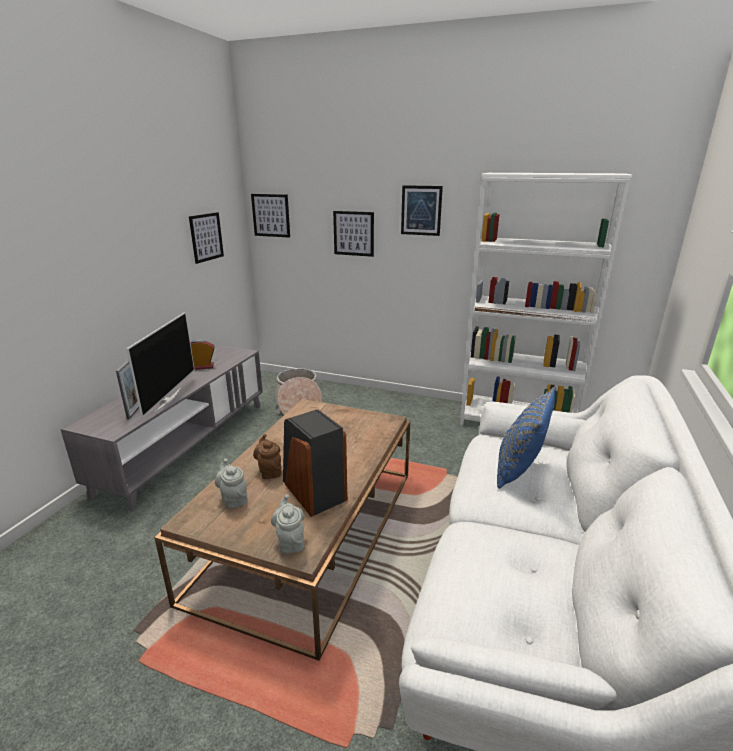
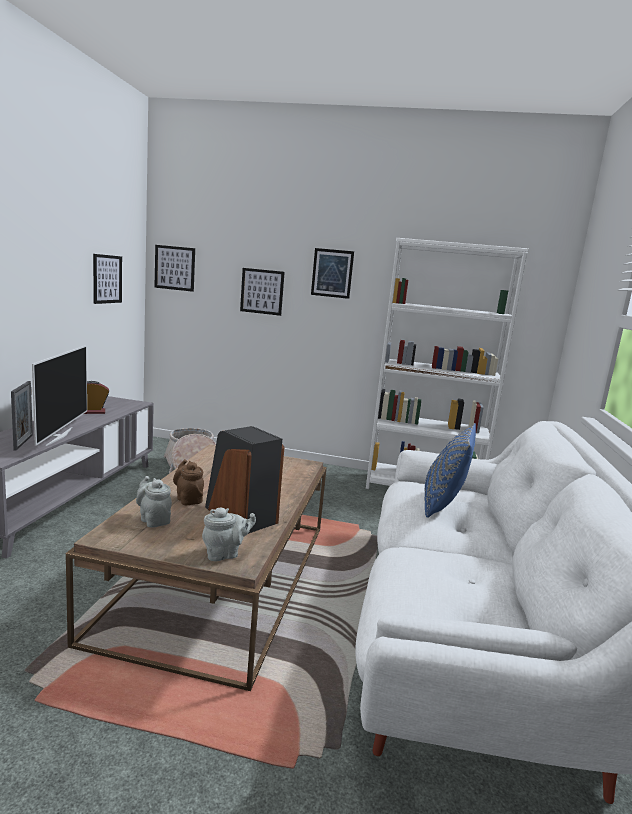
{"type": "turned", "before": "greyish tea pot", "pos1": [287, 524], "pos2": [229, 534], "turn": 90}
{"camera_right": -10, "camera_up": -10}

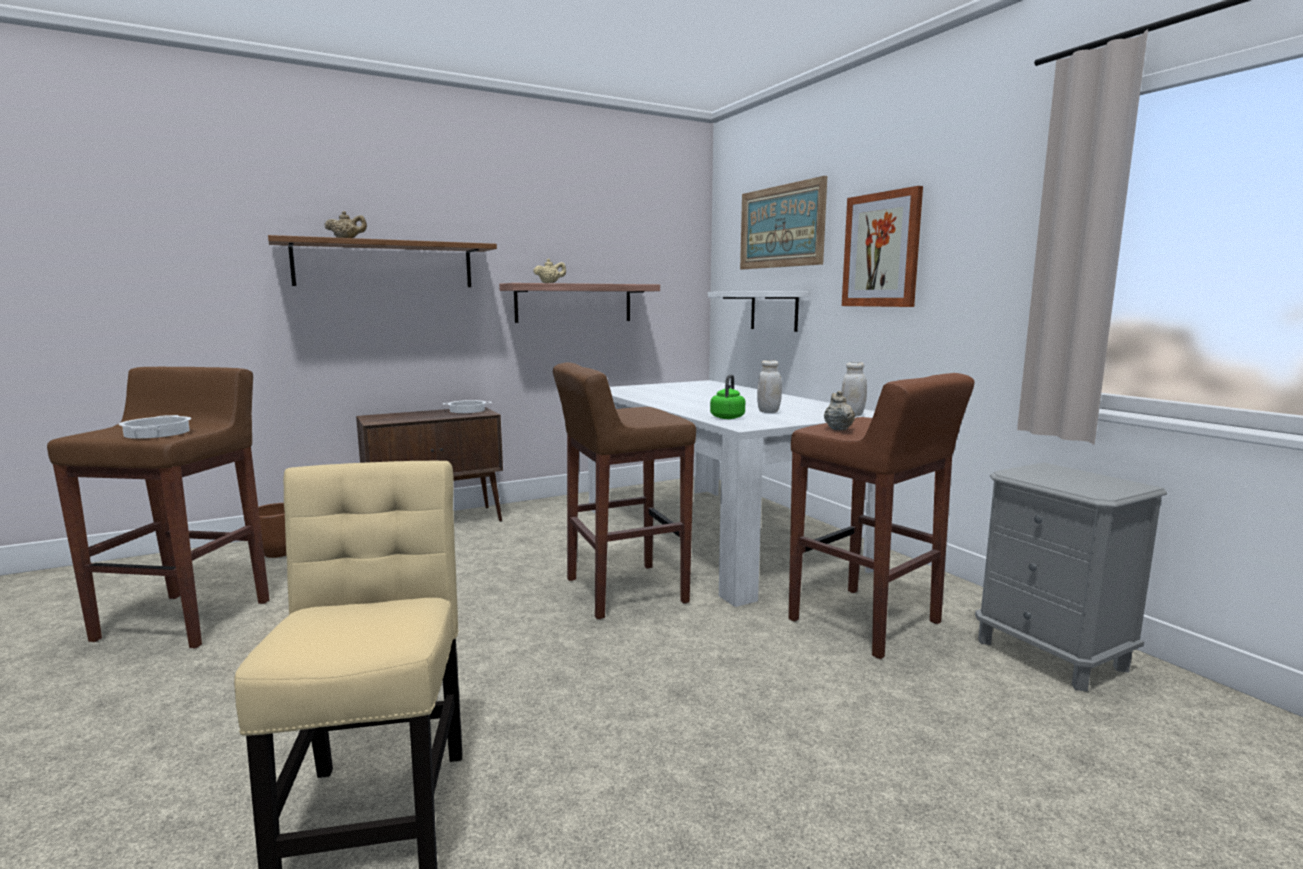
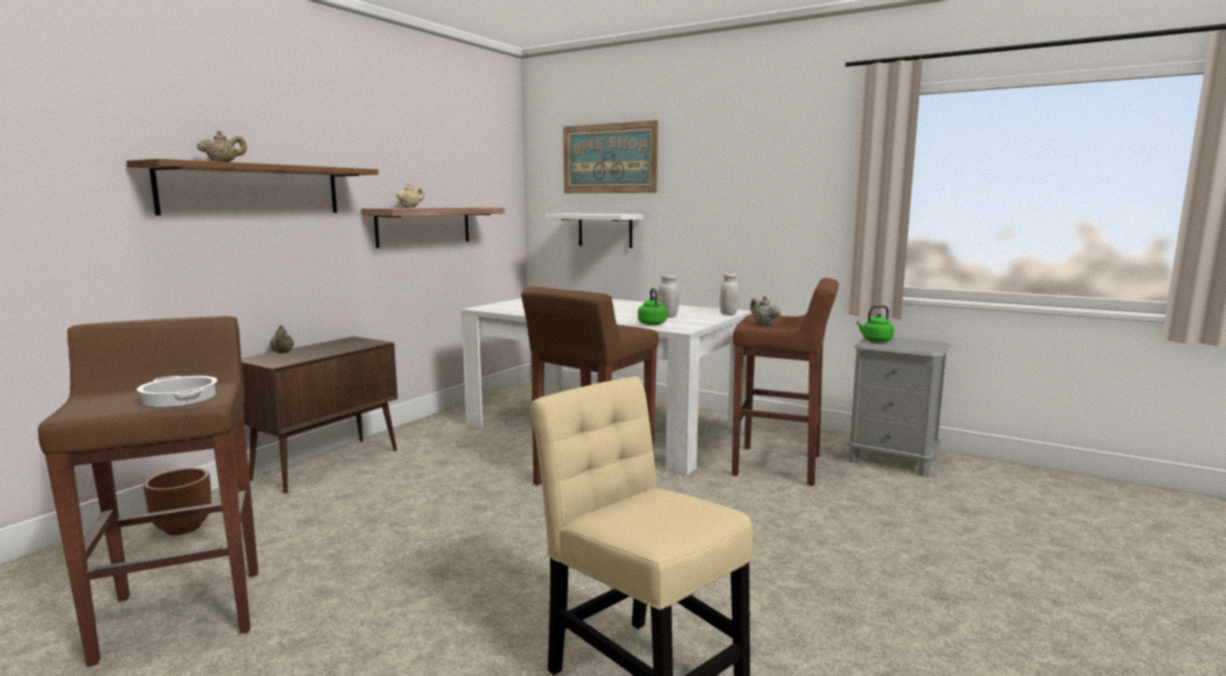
{"type": "removed", "before": "saucepot", "pos1": [467, 406]}
{"type": "removed", "before": "wall picture", "pos1": [882, 246]}
{"type": "added", "after": "sand-coloured tea pot", "pos2": [282, 339]}
{"type": "added", "after": "greenish kettle", "pos2": [875, 323]}
{"camera_right": -30, "camera_up": 0}

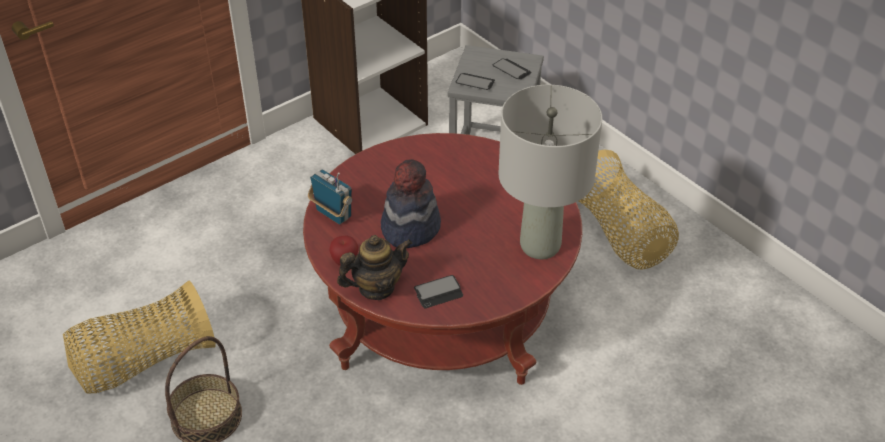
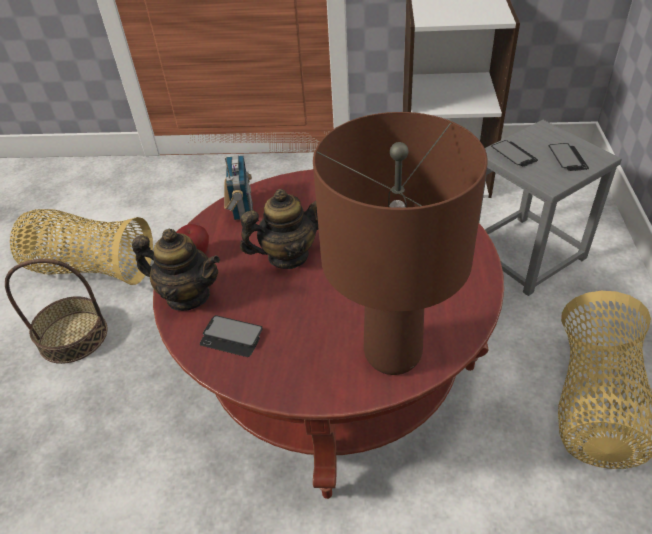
{"type": "replaced", "before": "wearable hat", "after": "tea pot", "pos1": [411, 203], "pos2": [279, 229]}
{"type": "recoloured", "before": "greyish table lamp", "after": "brown-coloured table lamp", "pos1": [550, 172], "pos2": [400, 243]}
{"camera_right": 45, "camera_up": 0}

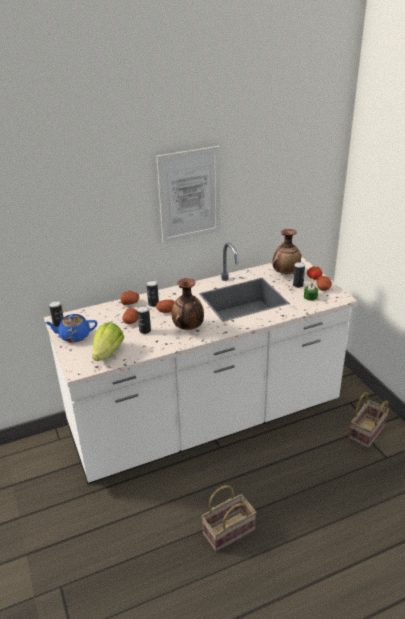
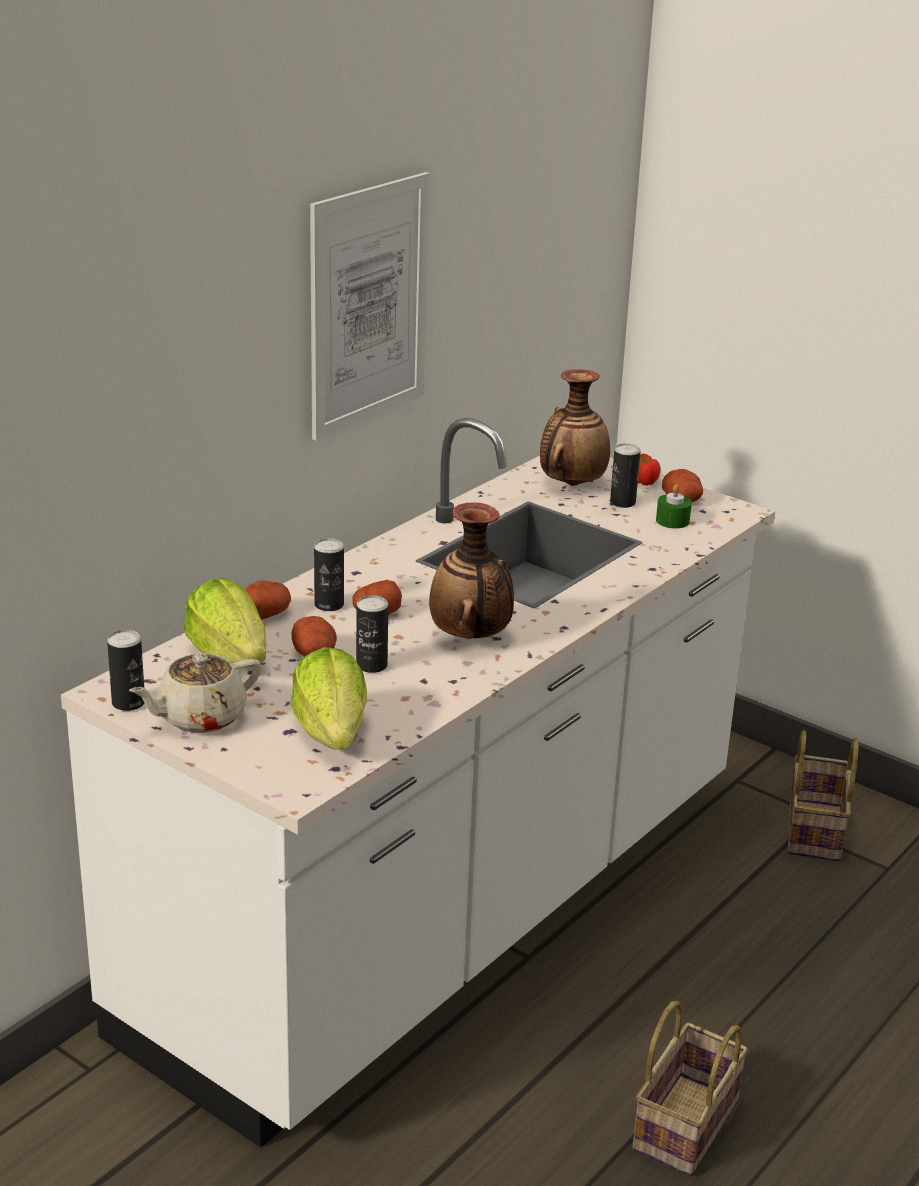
{"type": "added", "after": "lettuce head", "pos2": [225, 622]}
{"type": "recoloured", "before": "blue tea pot", "after": "sand-coloured tea pot", "pos1": [71, 328], "pos2": [195, 693]}
{"camera_right": -30, "camera_up": -5}

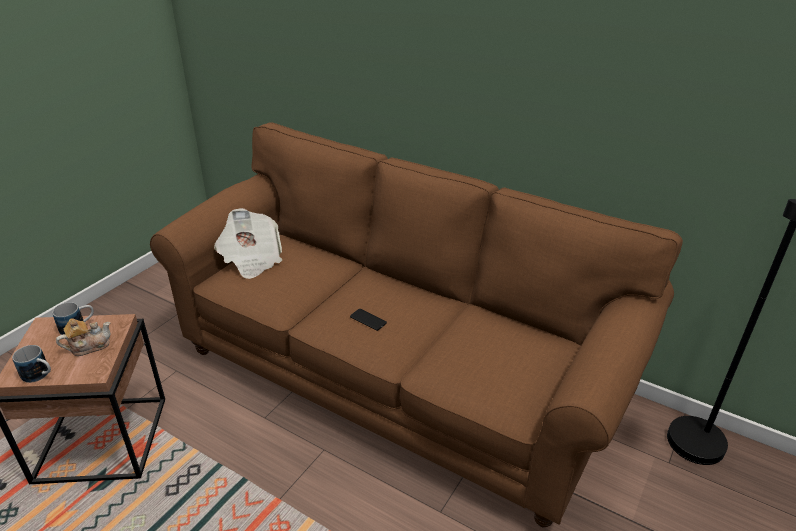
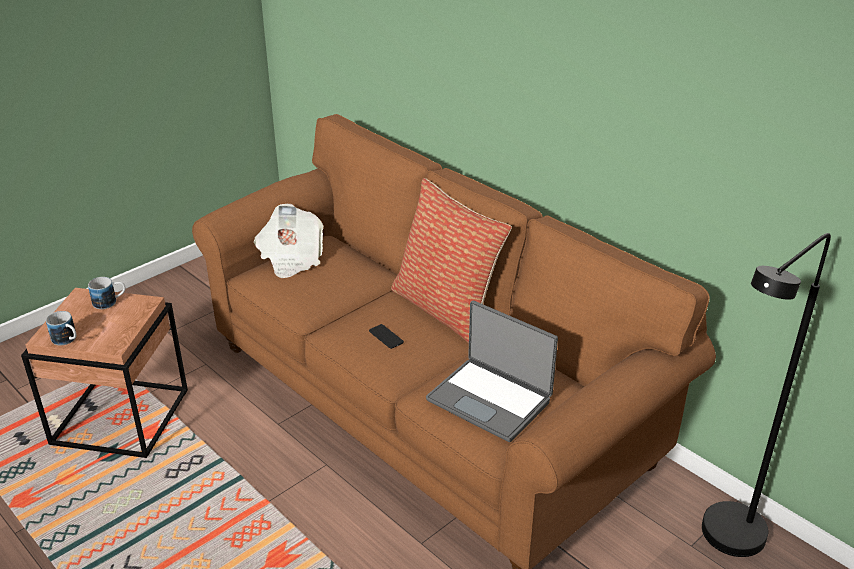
{"type": "removed", "before": "tea pot", "pos1": [83, 337]}
{"type": "added", "after": "cushion", "pos2": [451, 260]}
{"type": "added", "after": "notebook computer", "pos2": [492, 371]}
{"camera_right": 15, "camera_up": 0}

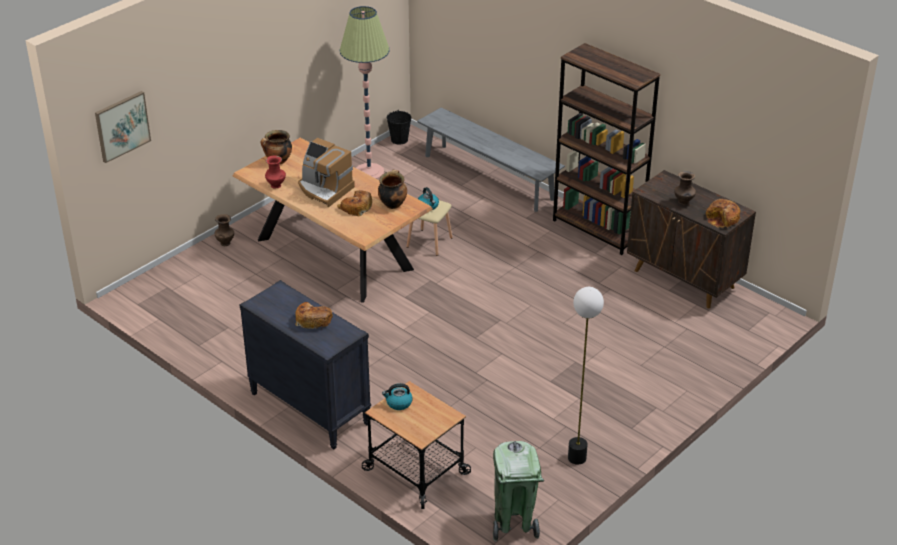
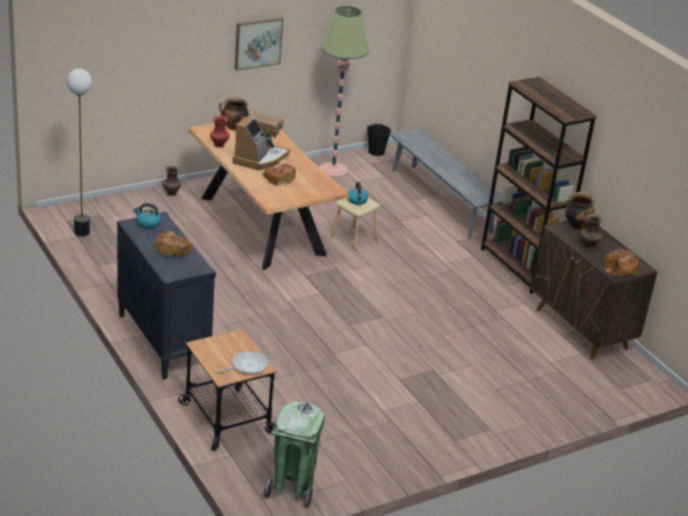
{"type": "added", "after": "pan", "pos2": [241, 362]}
{"type": "moved", "before": "wall picture", "pos1": [123, 127], "pos2": [259, 44]}
{"type": "moved", "before": "saucepot", "pos1": [392, 189], "pos2": [580, 210]}
{"type": "moved", "before": "kettle", "pos1": [397, 396], "pos2": [147, 216]}
{"type": "moved", "before": "standard lamp", "pos1": [586, 376], "pos2": [79, 153]}
{"type": "turned", "before": "coffee machine", "pos1": [326, 172], "pos2": [261, 141], "turn": -120}
{"camera_right": 15, "camera_up": -5}

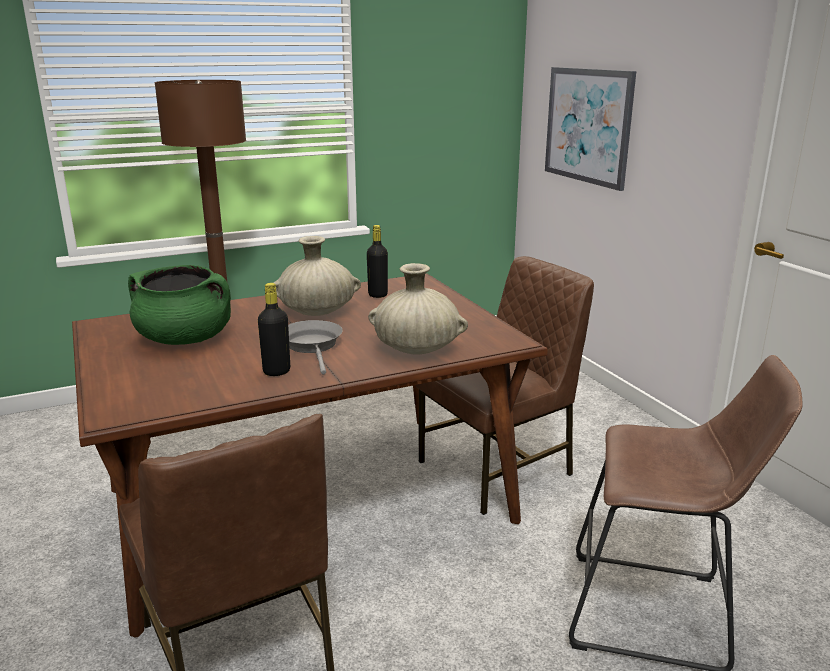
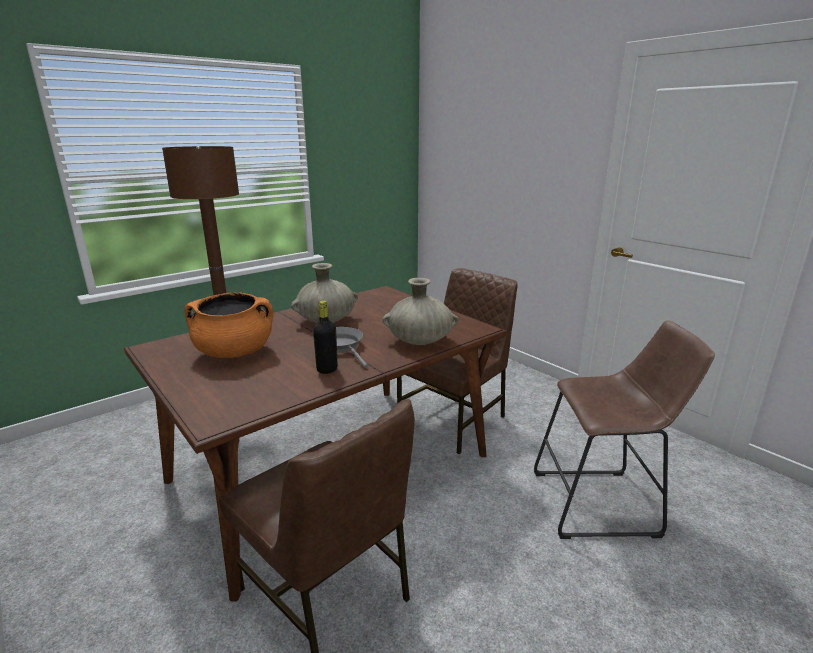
{"type": "removed", "before": "blackish bottle", "pos1": [377, 261]}
{"type": "removed", "before": "wall picture", "pos1": [590, 129]}
{"type": "recoloured", "before": "greenish saucepot", "after": "orange saucepot", "pos1": [179, 305], "pos2": [228, 325]}
{"camera_right": -15, "camera_up": 0}

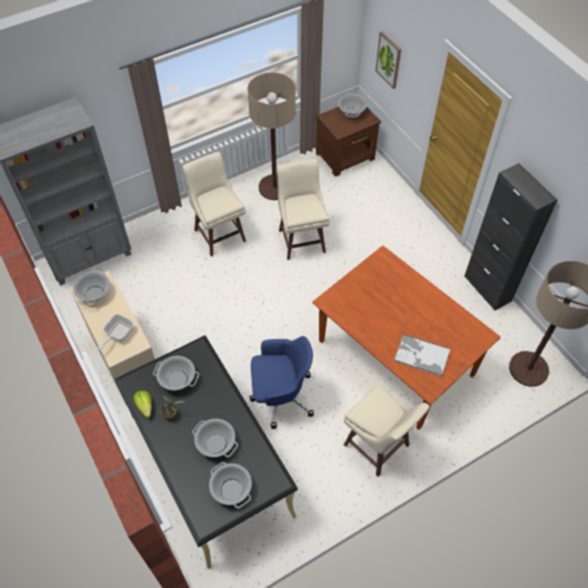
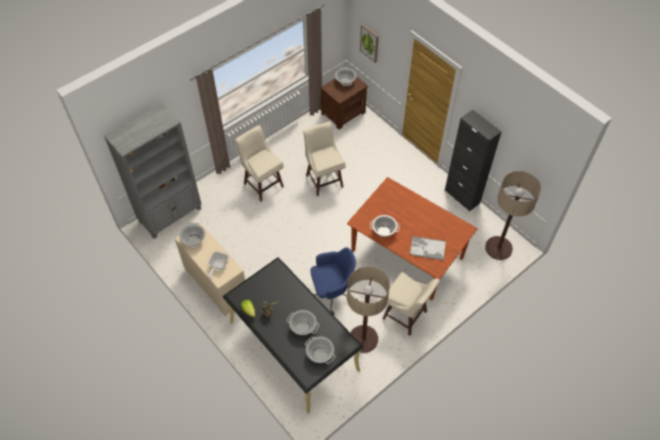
{"type": "moved", "before": "saucepot", "pos1": [176, 373], "pos2": [385, 226]}
{"type": "moved", "before": "standard lamp", "pos1": [272, 136], "pos2": [368, 309]}
{"camera_right": -10, "camera_up": 0}

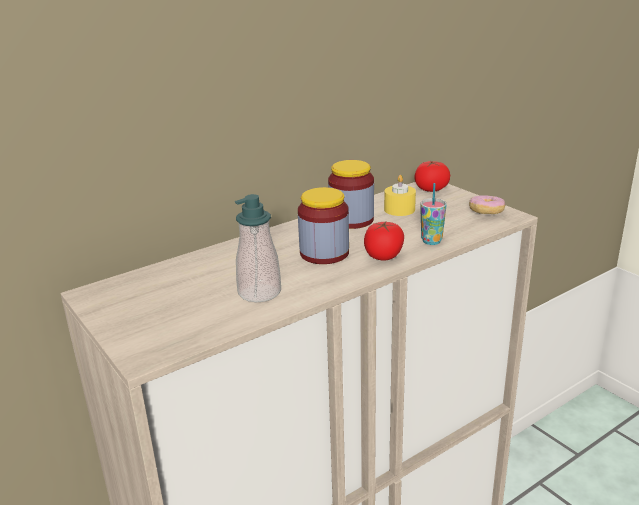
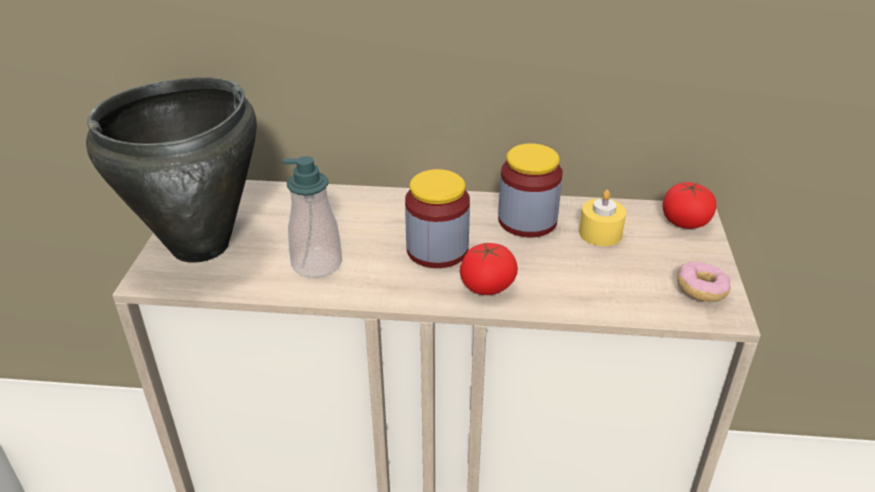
{"type": "removed", "before": "drinking cup", "pos1": [433, 214]}
{"type": "added", "after": "blackish saucepot", "pos2": [171, 170]}
{"camera_right": 40, "camera_up": 10}

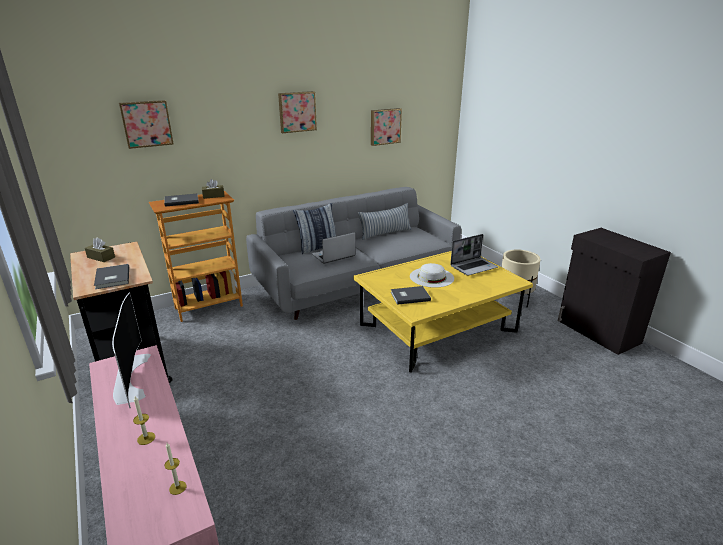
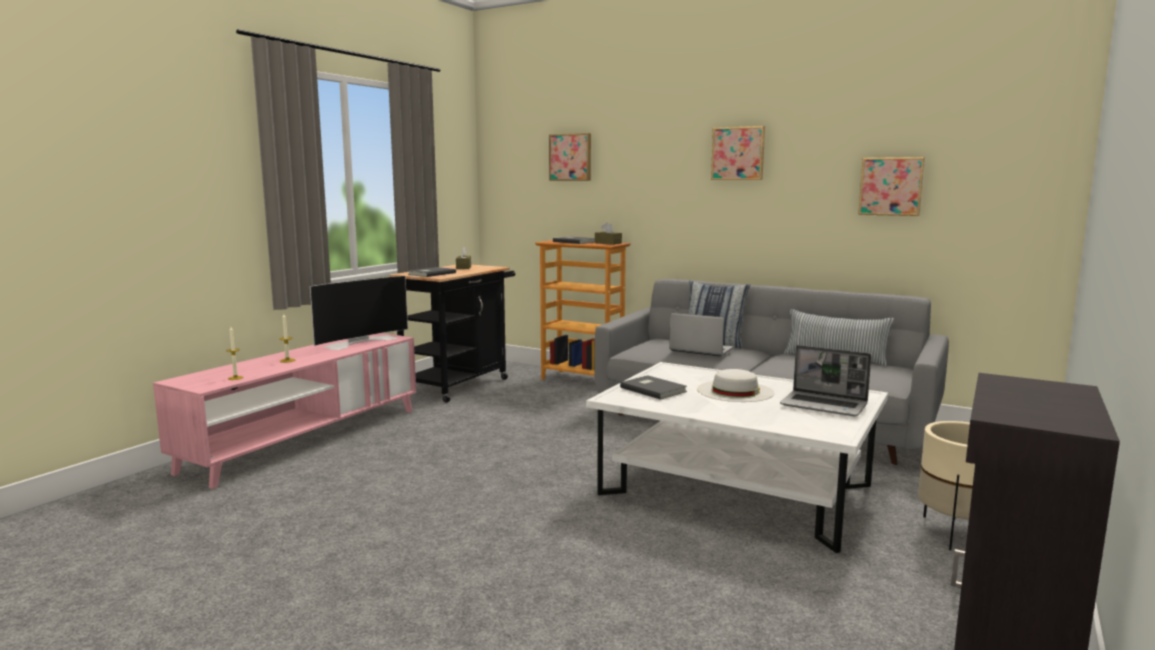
{"type": "recoloured", "before": "yellow low table", "after": "white-coloured low table", "pos1": [443, 312], "pos2": [737, 457]}
{"camera_right": 60, "camera_up": -15}

